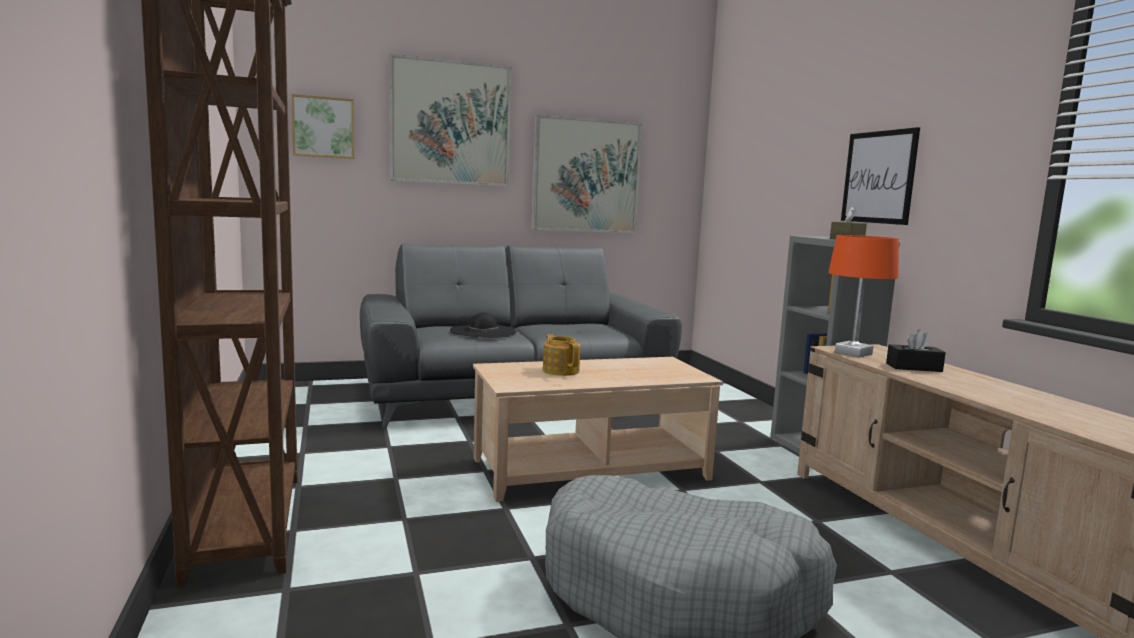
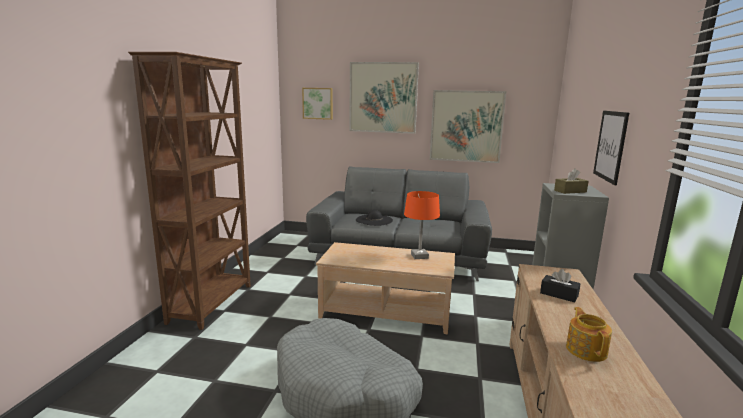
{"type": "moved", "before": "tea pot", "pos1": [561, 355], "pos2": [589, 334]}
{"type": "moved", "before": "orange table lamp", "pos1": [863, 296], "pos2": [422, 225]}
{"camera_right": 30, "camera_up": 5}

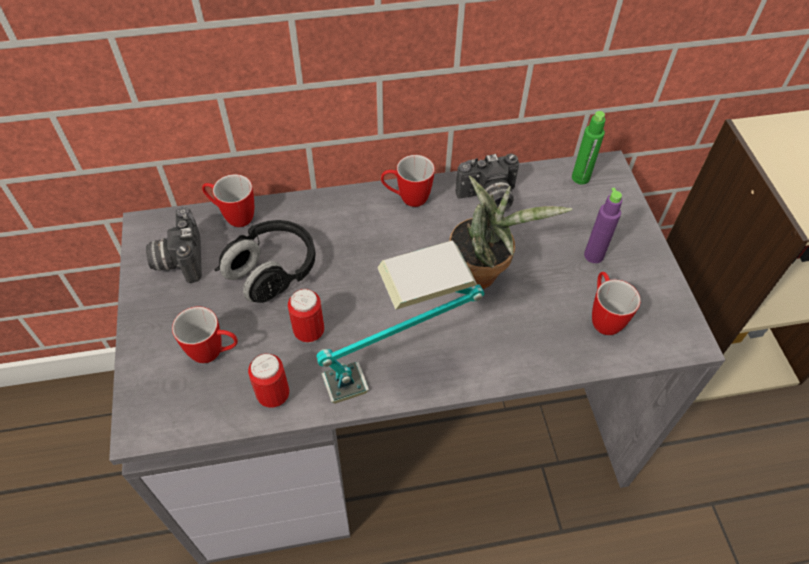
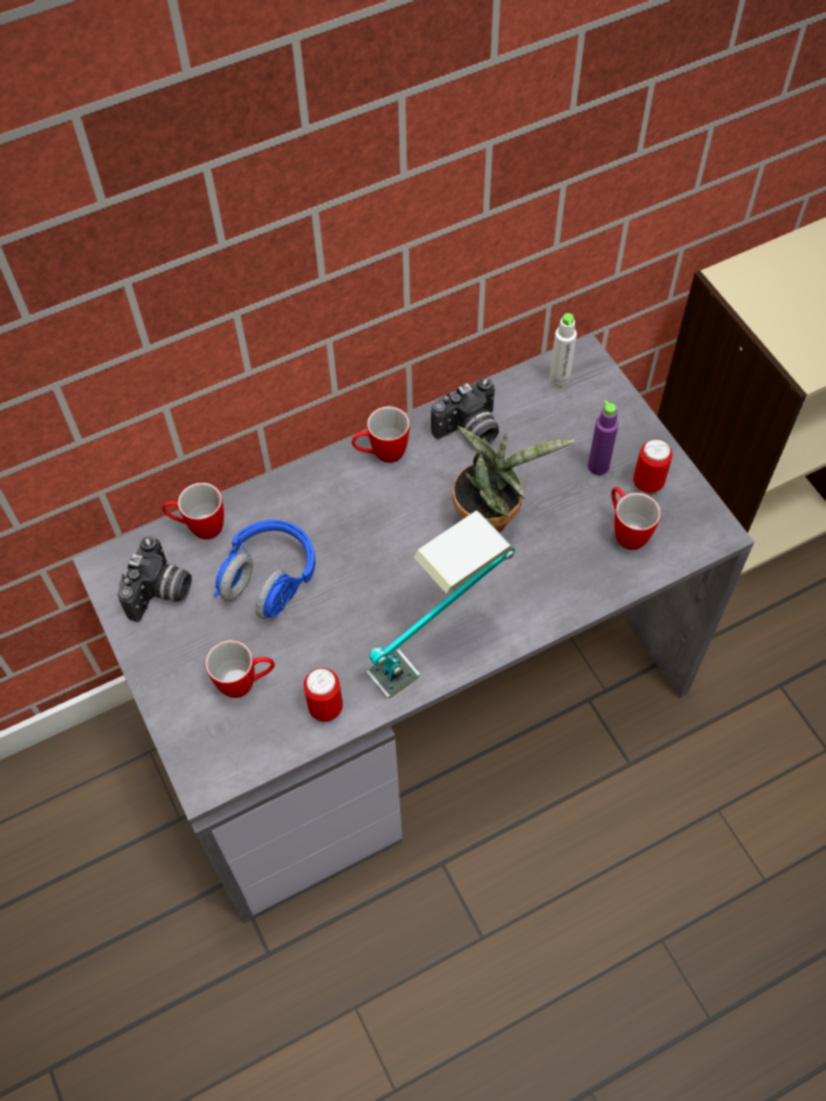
{"type": "moved", "before": "can", "pos1": [306, 316], "pos2": [653, 466]}
{"type": "recoloured", "before": "blackish headset", "after": "blue headset", "pos1": [265, 261], "pos2": [264, 569]}
{"type": "recoloured", "before": "greenish bottle", "after": "white-coloured bottle", "pos1": [588, 147], "pos2": [563, 350]}
{"type": "turned", "before": "still camera", "pos1": [174, 245], "pos2": [155, 579], "turn": -135}
{"camera_right": -15, "camera_up": 5}

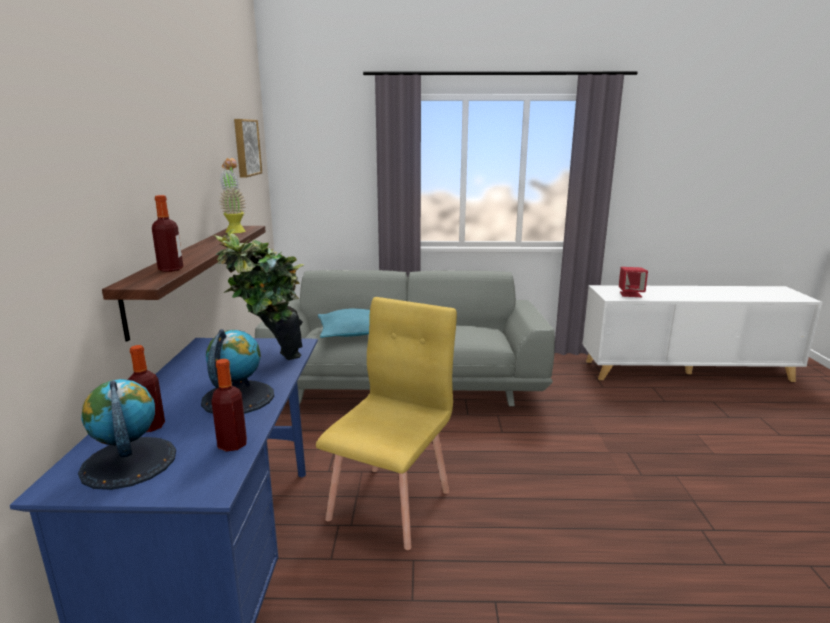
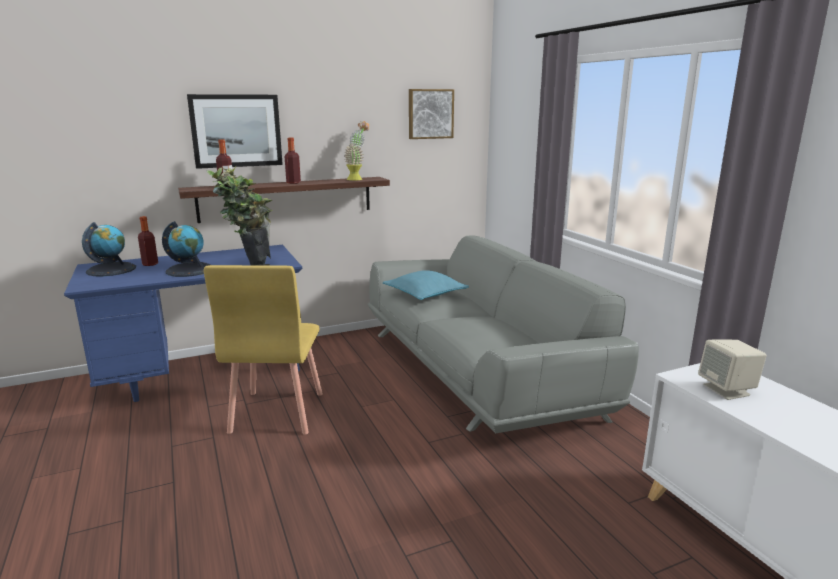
{"type": "added", "after": "wall picture", "pos2": [235, 131]}
{"type": "moved", "before": "bottle", "pos1": [229, 405], "pos2": [293, 161]}
{"type": "recoloured", "before": "red-coloured speaker", "after": "sand-coloured speaker", "pos1": [633, 282], "pos2": [732, 370]}
{"type": "turned", "before": "yellow upright chair", "pos1": [386, 423], "pos2": [263, 350], "turn": 90}
{"camera_right": 65, "camera_up": 0}

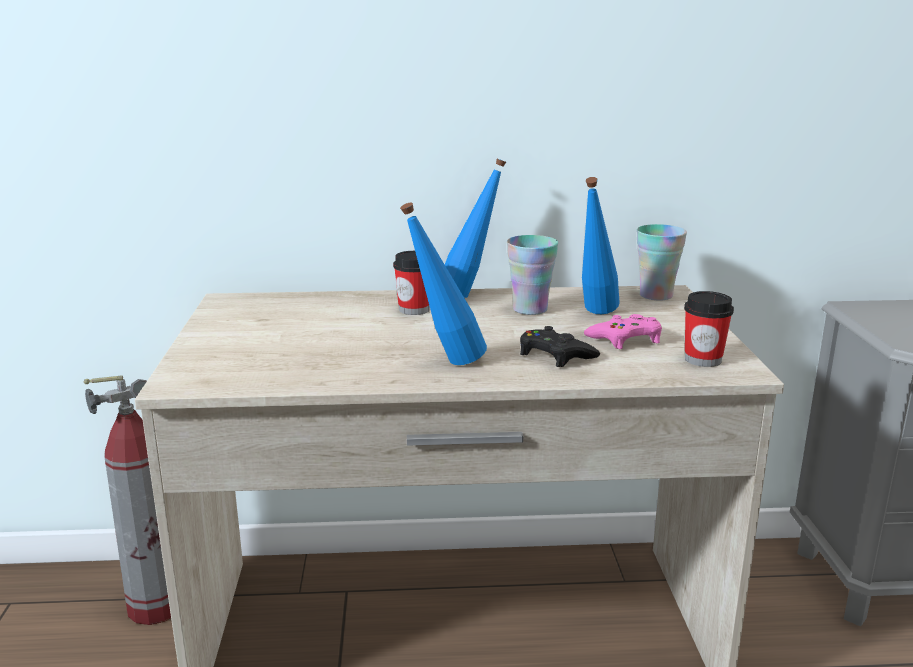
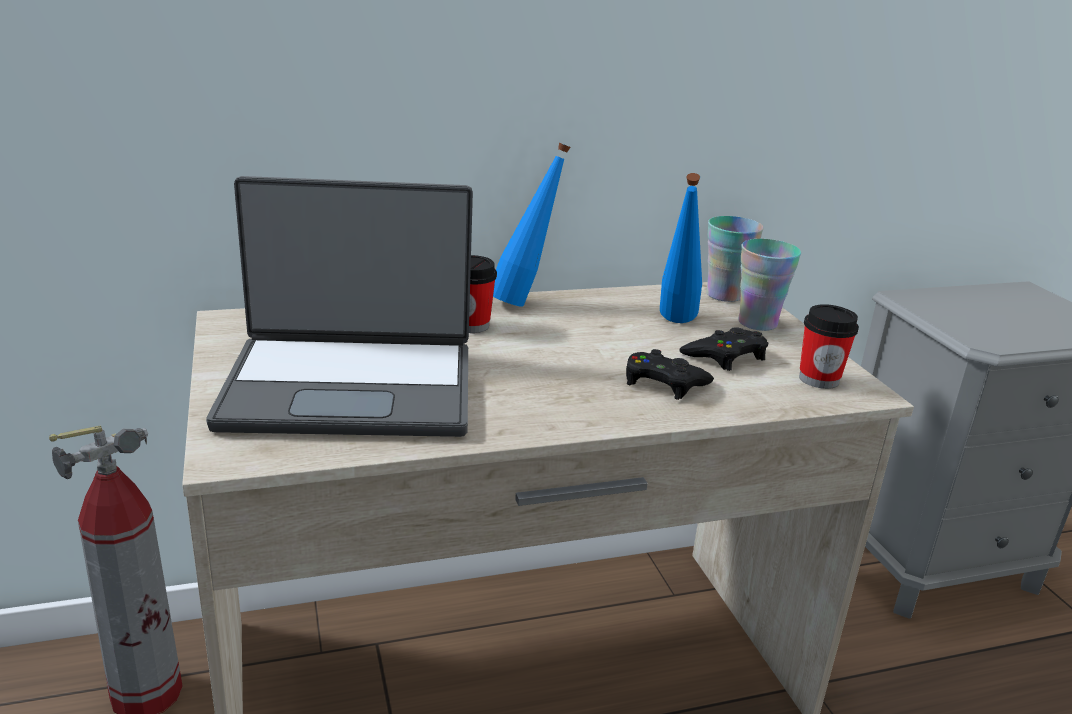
{"type": "removed", "before": "blue bottle", "pos1": [443, 284]}
{"type": "added", "after": "notebook computer", "pos2": [339, 306]}
{"type": "moved", "before": "drinking cup", "pos1": [532, 275], "pos2": [769, 285]}
{"type": "recoloured", "before": "pink joypad", "after": "blackish joypad", "pos1": [623, 331], "pos2": [723, 349]}
{"camera_right": -15, "camera_up": 5}

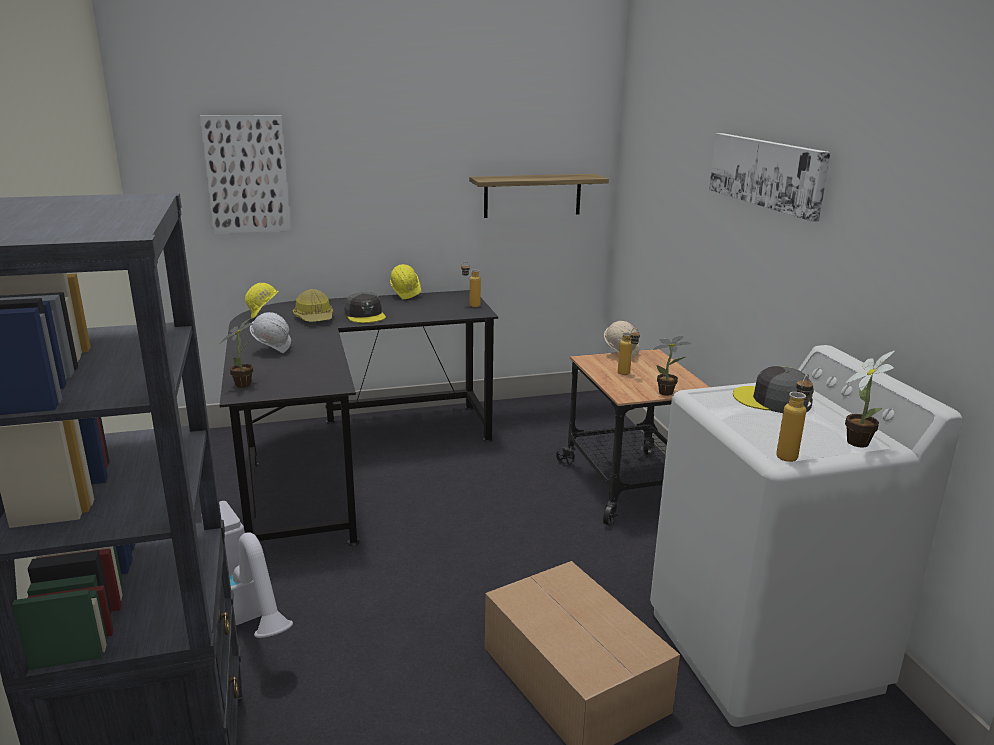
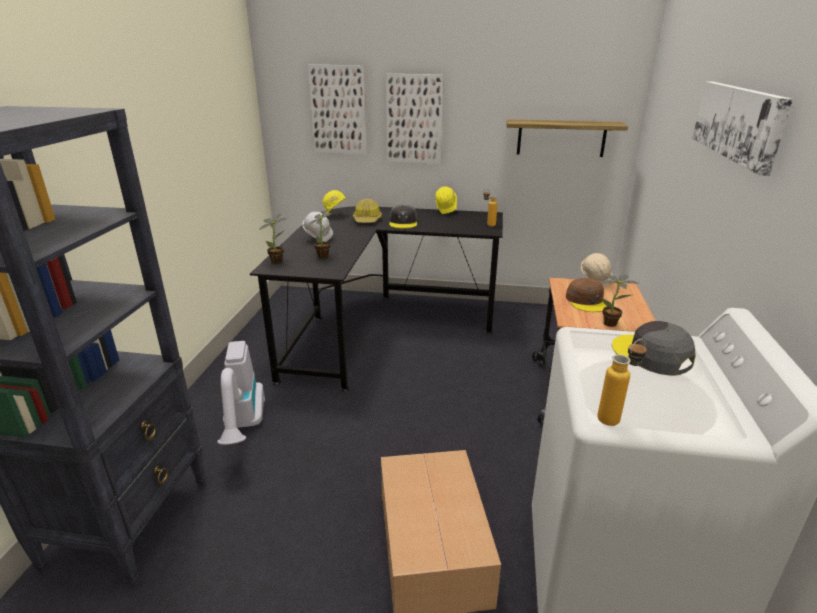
{"type": "added", "after": "wall picture", "pos2": [415, 119]}
{"type": "moved", "before": "potted plant", "pos1": [870, 399], "pos2": [320, 233]}
{"type": "replaced", "before": "bottle", "after": "brown-coloured cap", "pos1": [629, 351], "pos2": [586, 295]}
{"camera_right": 25, "camera_up": 5}

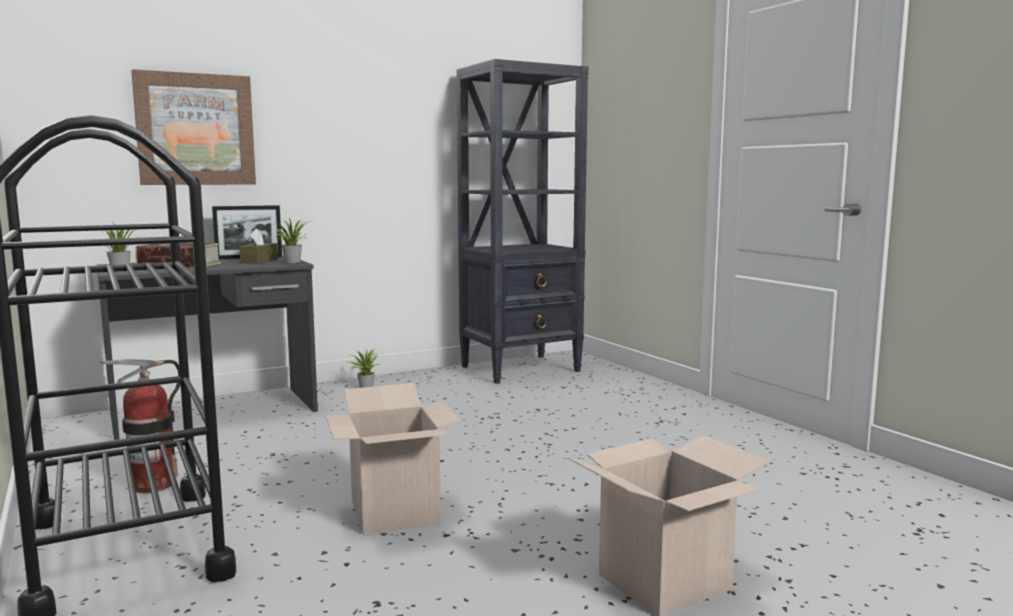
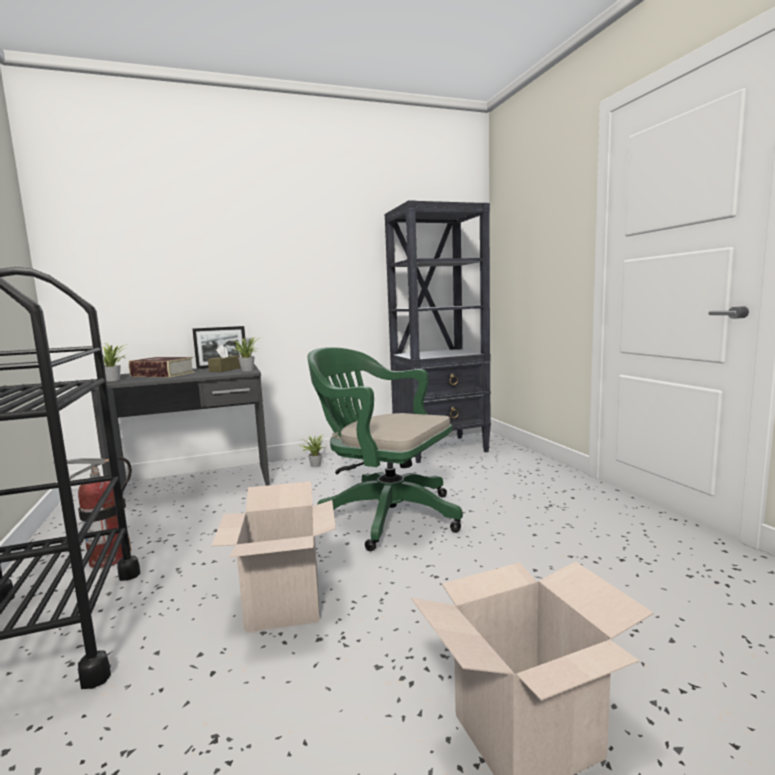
{"type": "removed", "before": "wall picture", "pos1": [193, 127]}
{"type": "added", "after": "greenish computer chair", "pos2": [385, 449]}
{"camera_right": 10, "camera_up": 0}

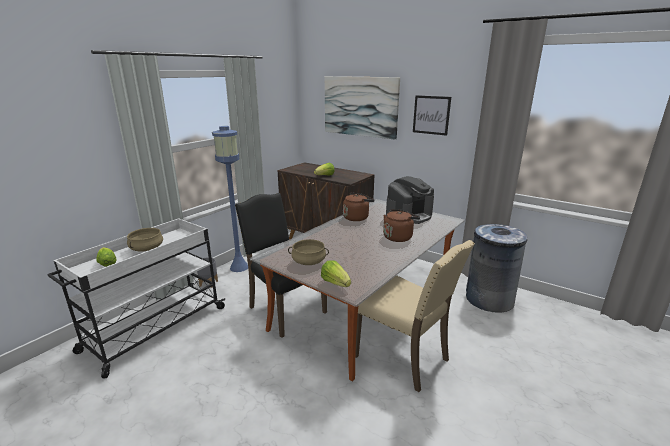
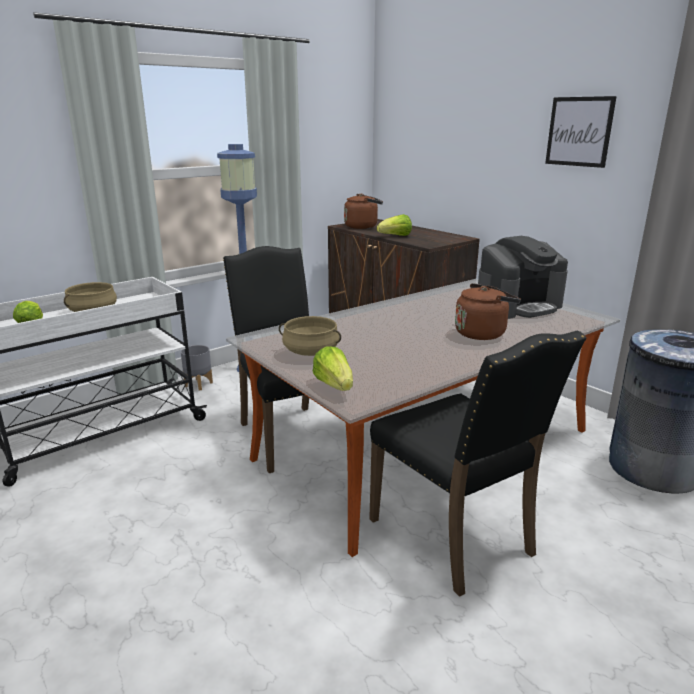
{"type": "removed", "before": "wall picture", "pos1": [362, 108]}
{"type": "moved", "before": "brown-coloured kettle", "pos1": [358, 207], "pos2": [363, 211]}
{"type": "recoloured", "before": "sand-coloured upright chair", "after": "blackish upright chair", "pos1": [415, 316], "pos2": [478, 464]}
{"camera_right": 15, "camera_up": 0}

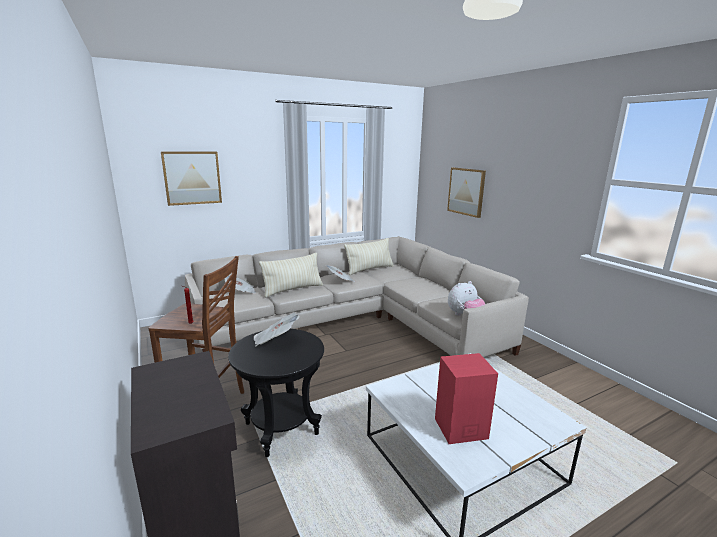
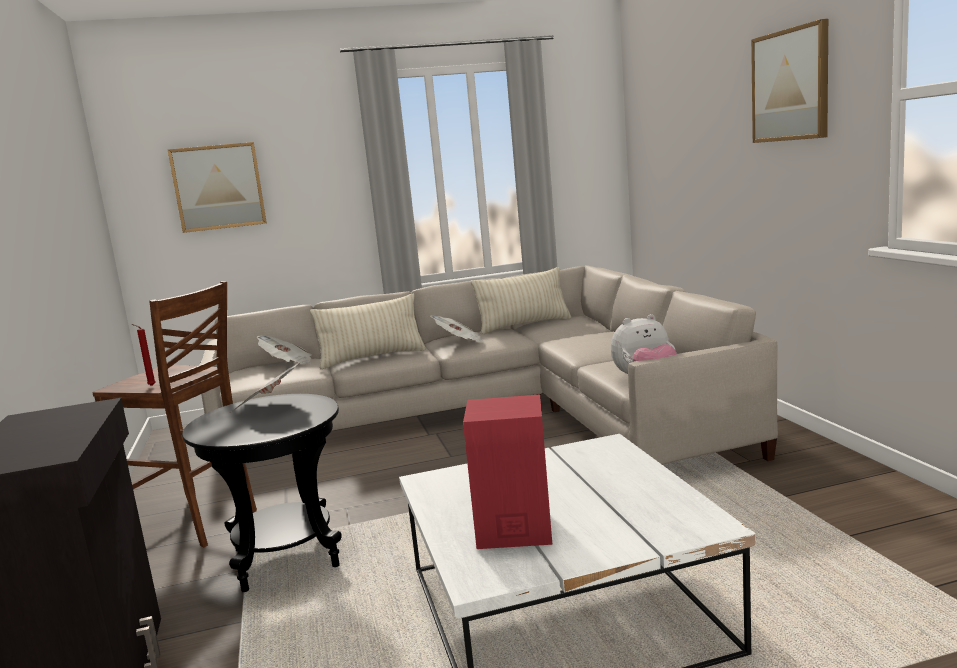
{"type": "moved", "before": "wall picture", "pos1": [466, 192], "pos2": [789, 81]}
{"camera_right": 15, "camera_up": -5}

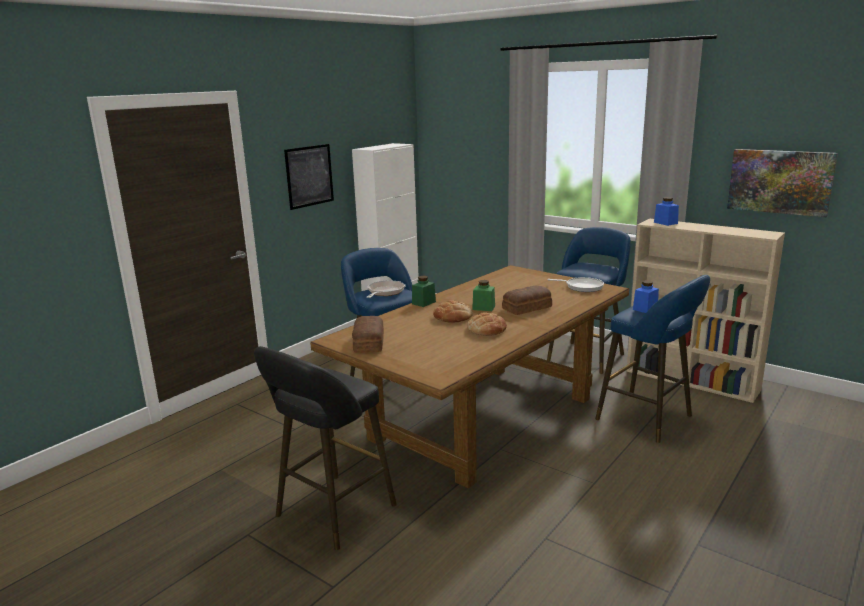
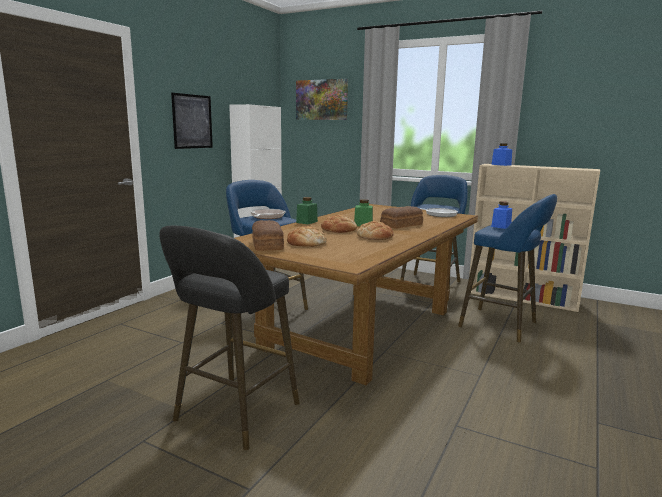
{"type": "added", "after": "bakery bread", "pos2": [307, 236]}
{"type": "moved", "before": "wall picture", "pos1": [782, 183], "pos2": [322, 99]}
{"camera_right": -10, "camera_up": -5}

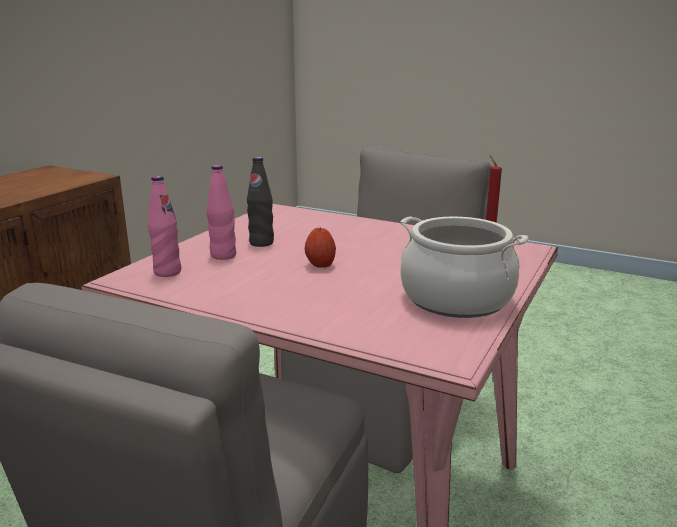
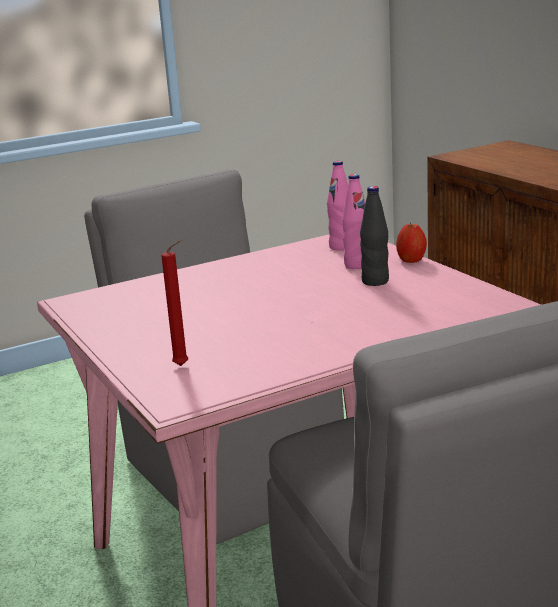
{"type": "removed", "before": "saucepot", "pos1": [464, 267]}
{"type": "moved", "before": "whole apple", "pos1": [320, 247], "pos2": [411, 243]}
{"camera_right": 125, "camera_up": 0}

